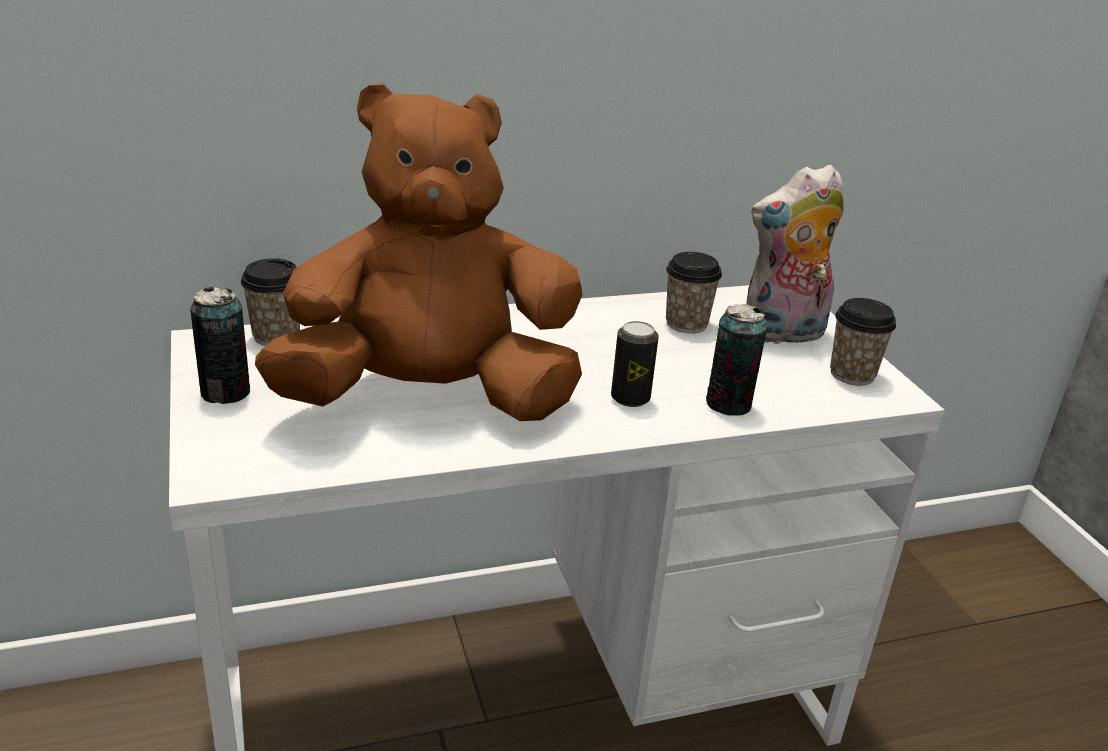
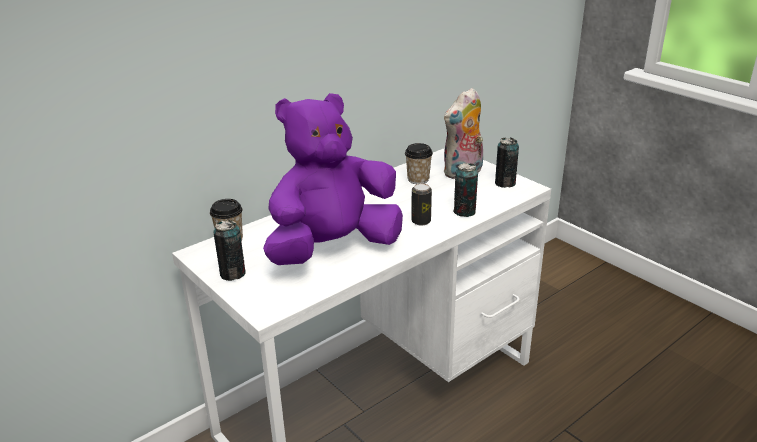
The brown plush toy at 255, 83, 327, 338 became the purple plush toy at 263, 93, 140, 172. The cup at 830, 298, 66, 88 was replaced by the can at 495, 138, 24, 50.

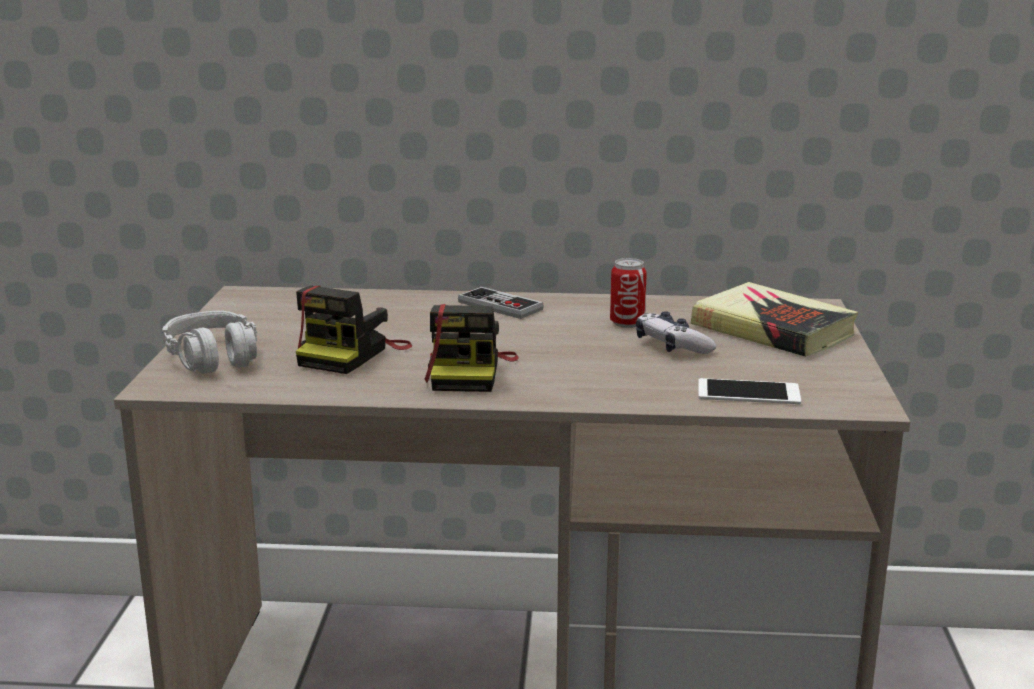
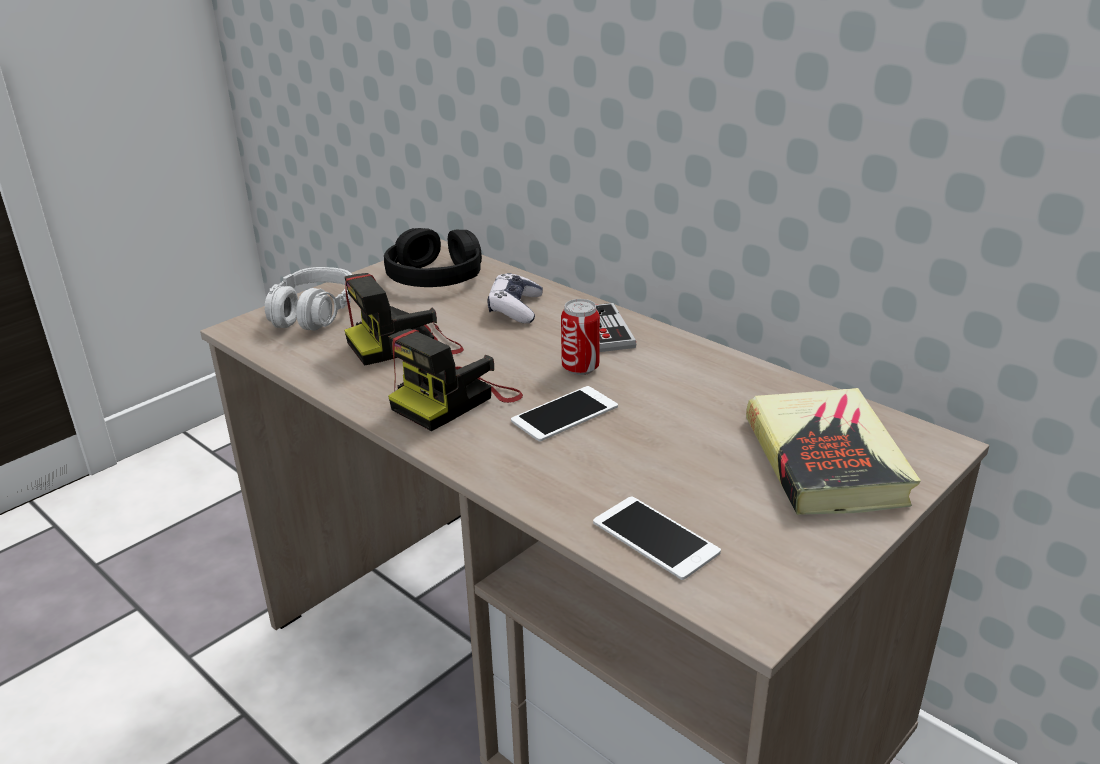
The black headphones at 384, 228, 98, 59 appeared. The game controller moved from 636, 311, 80, 43 to 487, 273, 56, 51. The phone at 511, 386, 107, 56 appeared. The can moved from 610, 258, 37, 70 to 561, 299, 39, 76.

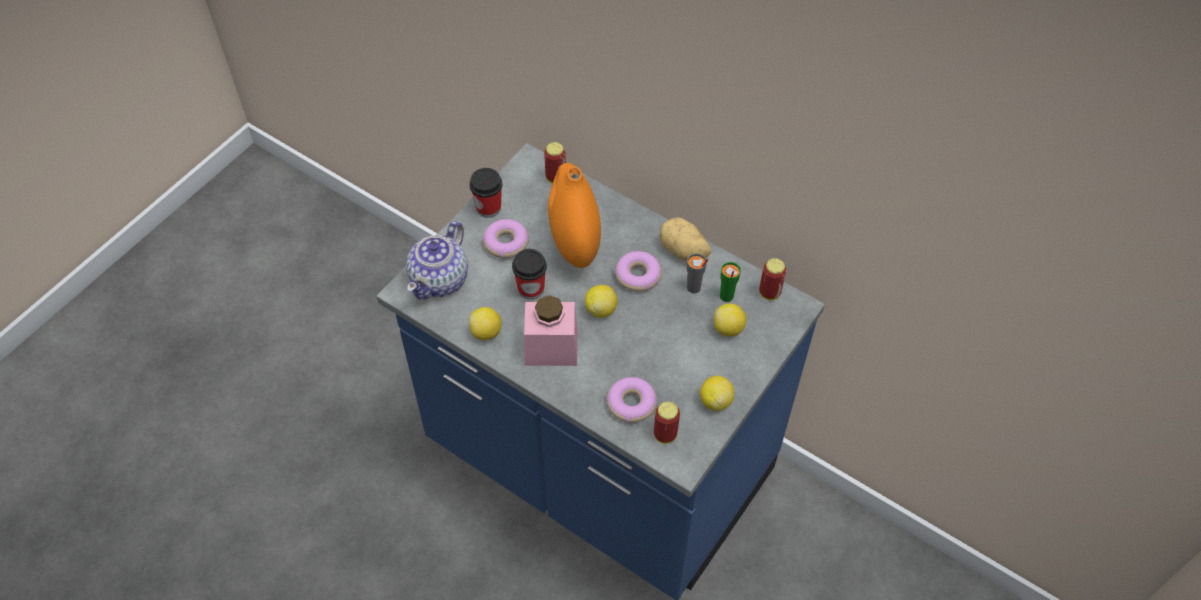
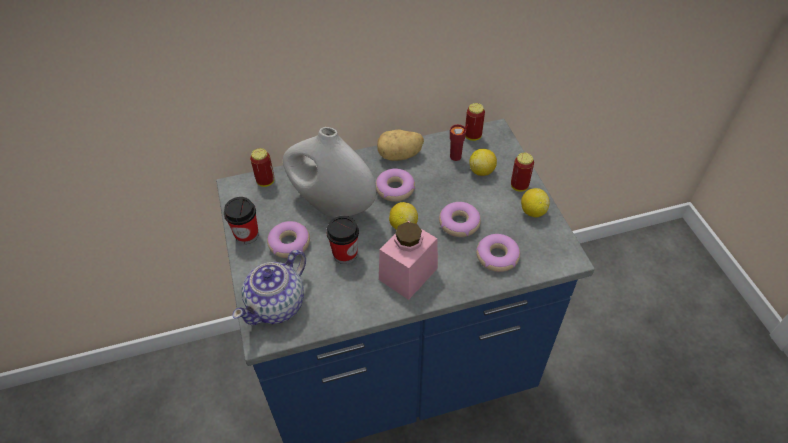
The teapot at 406, 221, 62, 79 turned 60 degrees clockwise. The orange vase at 548, 163, 53, 105 became the white vase at 283, 127, 93, 90. The donut at 439, 202, 42, 35 appeared. The green cup at 720, 262, 21, 40 became the red cup at 450, 124, 18, 37. The can moved from 654, 401, 26, 43 to 511, 152, 23, 40. The lemon at 469, 307, 33, 33 disappeared. The grey cup at 687, 253, 21, 40 disappeared.

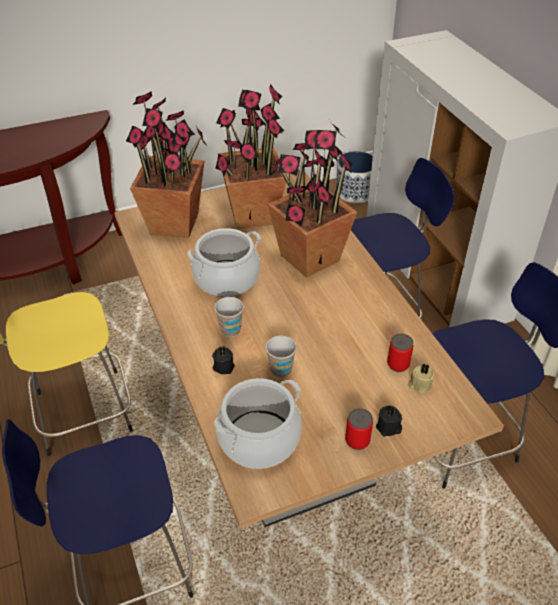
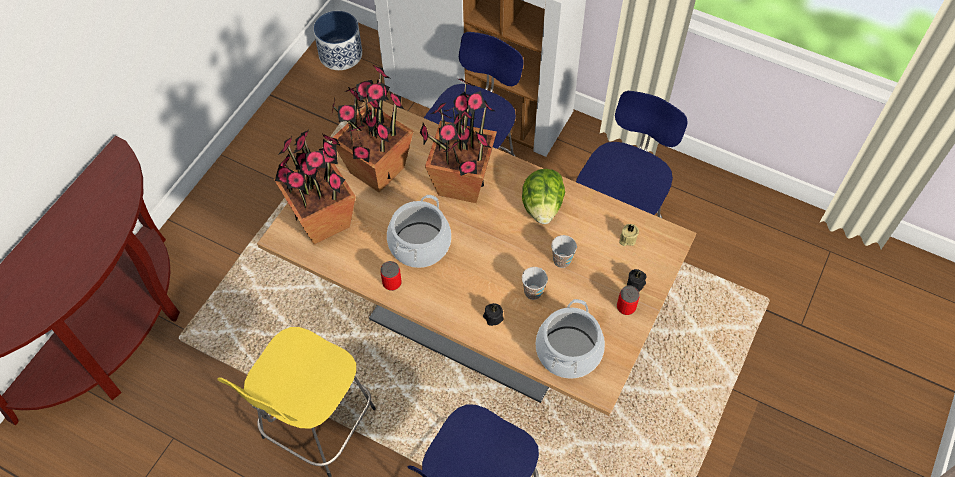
The can moved from 387, 334, 27, 38 to 380, 261, 22, 30. The lettuce at 522, 169, 43, 55 appeared. The cup moved from 214, 297, 30, 40 to 551, 235, 26, 33.

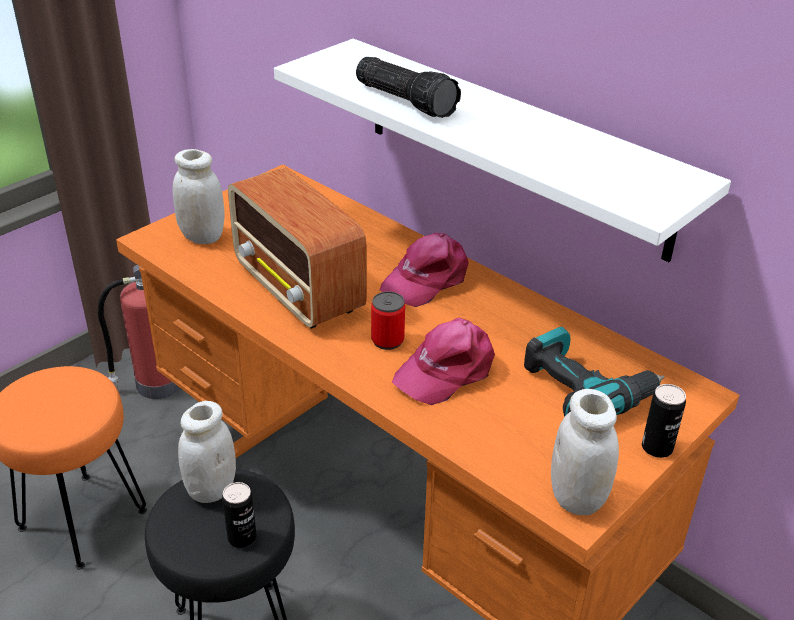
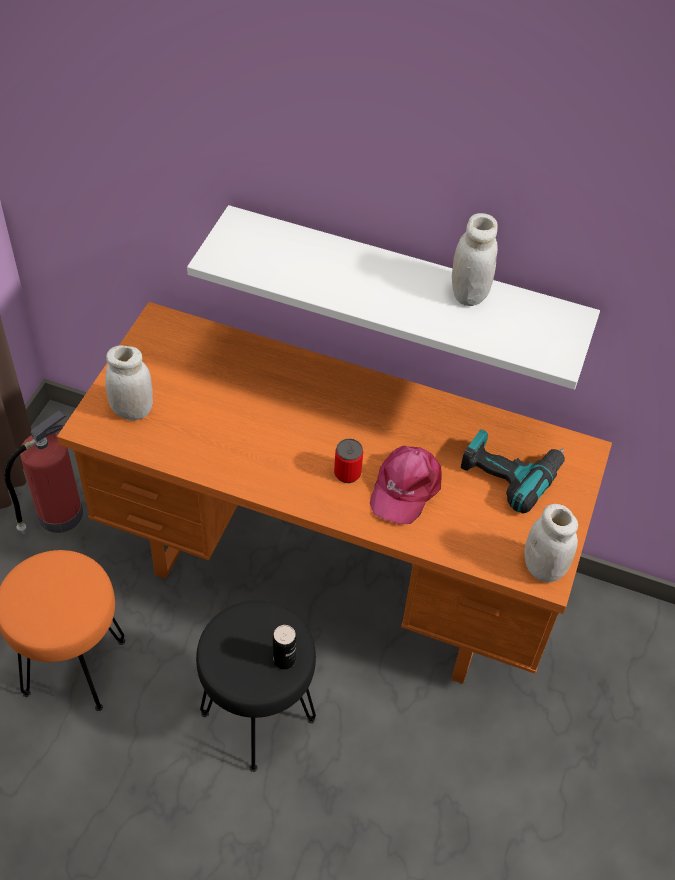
The white jar moved from 178, 401, 58, 102 to 452, 213, 46, 93. The radio at 228, 167, 139, 162 disappeared. The flashlight at 356, 57, 105, 61 disappeared. The pink cap at 380, 233, 89, 74 disappeared. The can at 642, 384, 44, 74 disappeared.

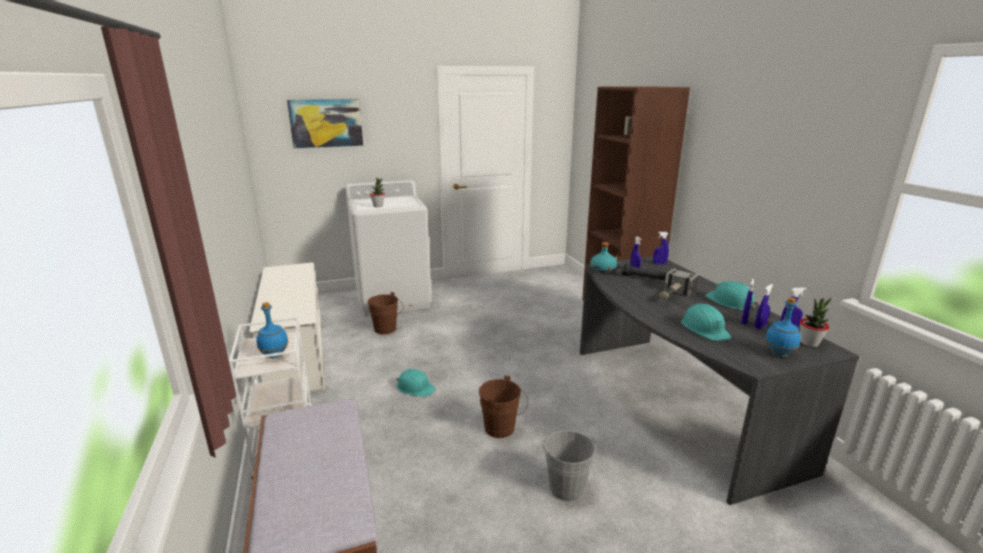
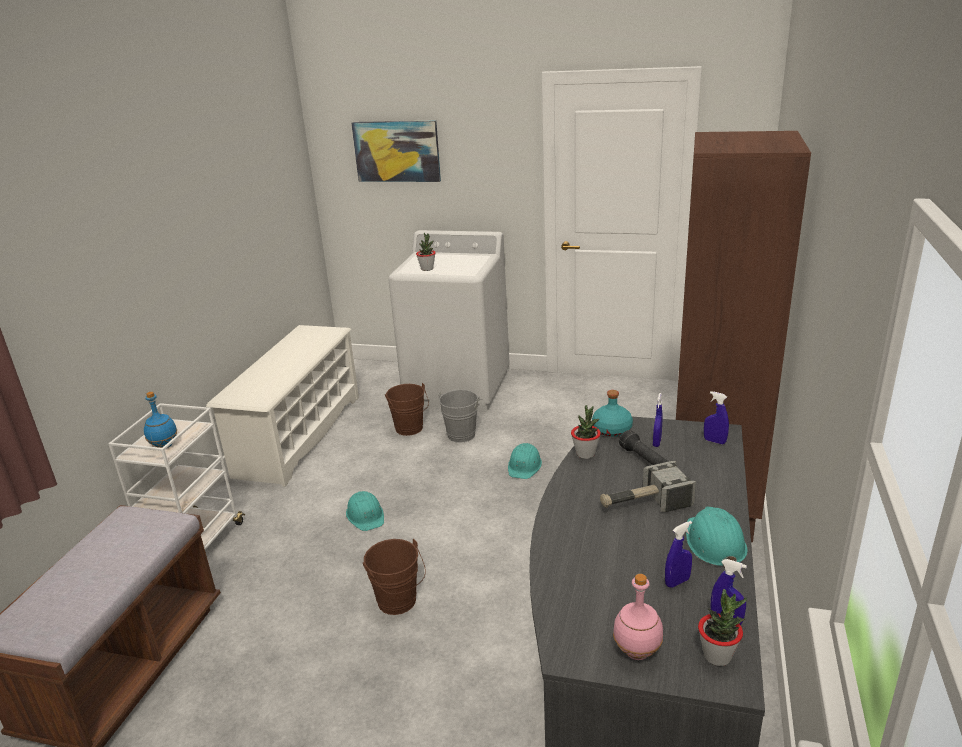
The grey bucket moved from 541, 430, 55, 71 to 438, 389, 44, 54. The turquoise hard hat moved from 681, 303, 51, 38 to 508, 443, 34, 36. The potted plant at 571, 405, 30, 54 appeared. The blue bottle at 765, 297, 36, 60 became the pink bottle at 613, 574, 50, 86. The blue spray bottle at 755, 284, 18, 45 disappeared.

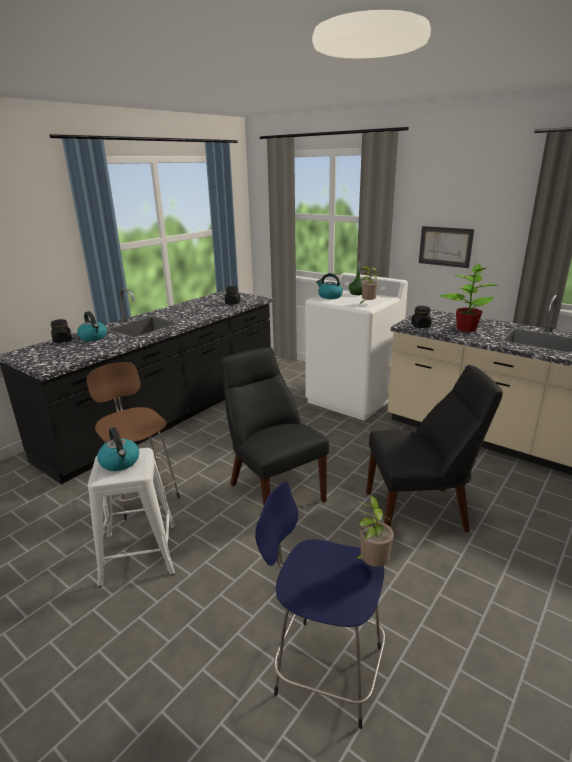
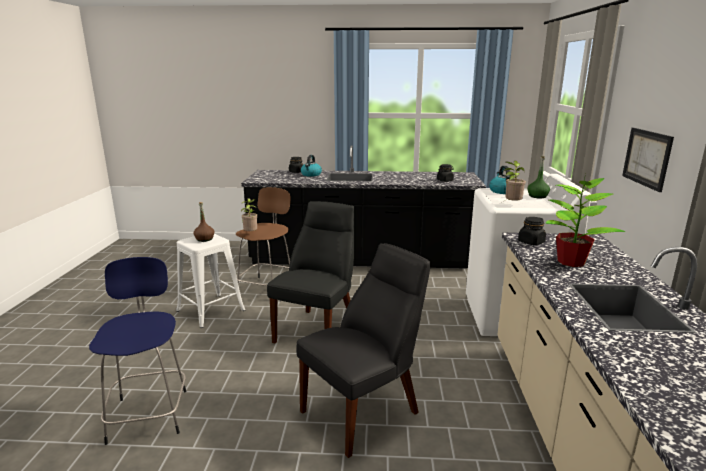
The kettle at 97, 427, 42, 44 was replaced by the brown bottle at 194, 202, 20, 40. The potted plant moved from 354, 495, 40, 72 to 241, 198, 16, 33. The black chair at 366, 365, 137, 167 turned 90 degrees counterclockwise.

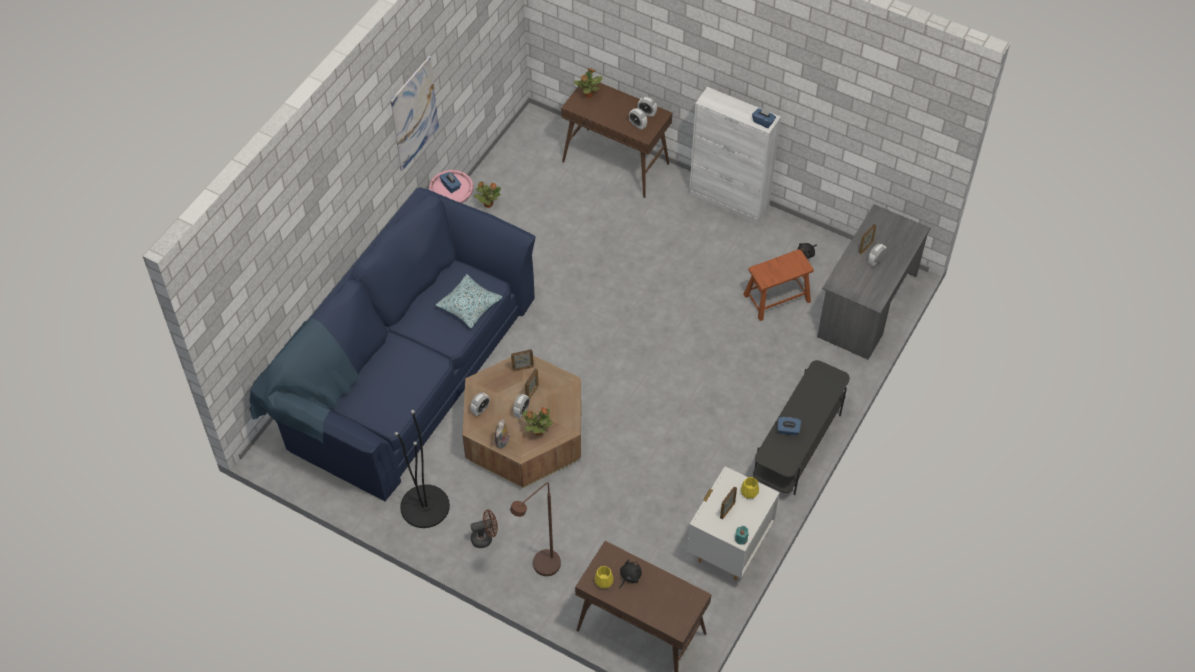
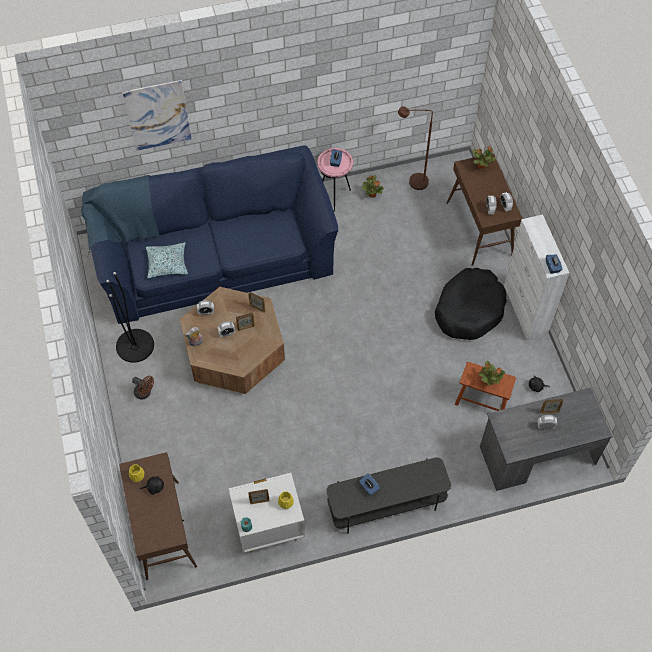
The picture moved from 391, 56, 48, 115 to 123, 80, 68, 71. The pillow moved from 436, 274, 67, 55 to 146, 242, 42, 37. The brown floor lamp moved from 510, 482, 51, 94 to 398, 106, 35, 84. The black dog bed at 435, 268, 72, 72 appeared. The potted plant moved from 523, 407, 31, 28 to 478, 361, 27, 25.

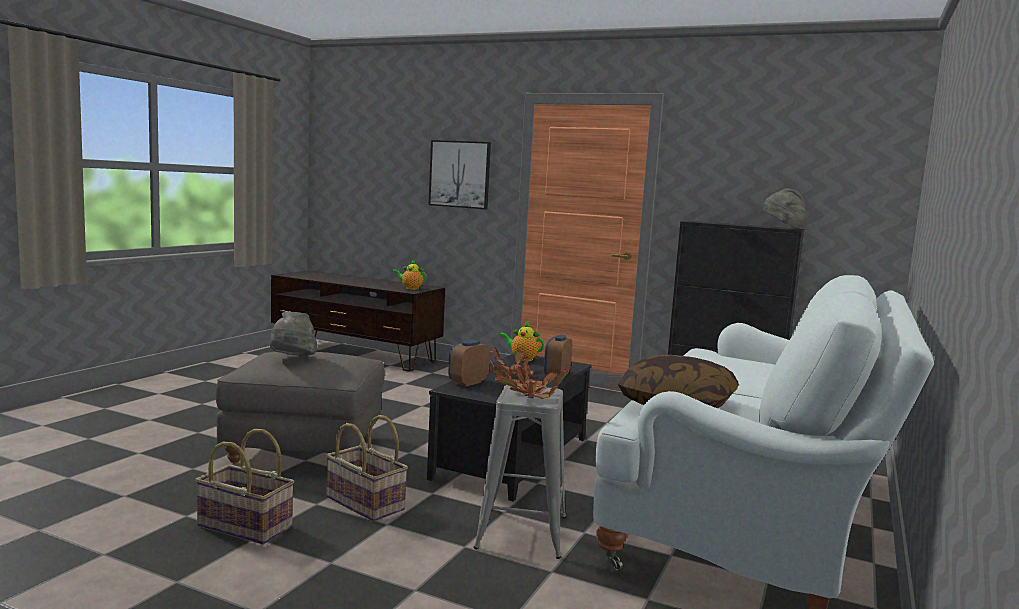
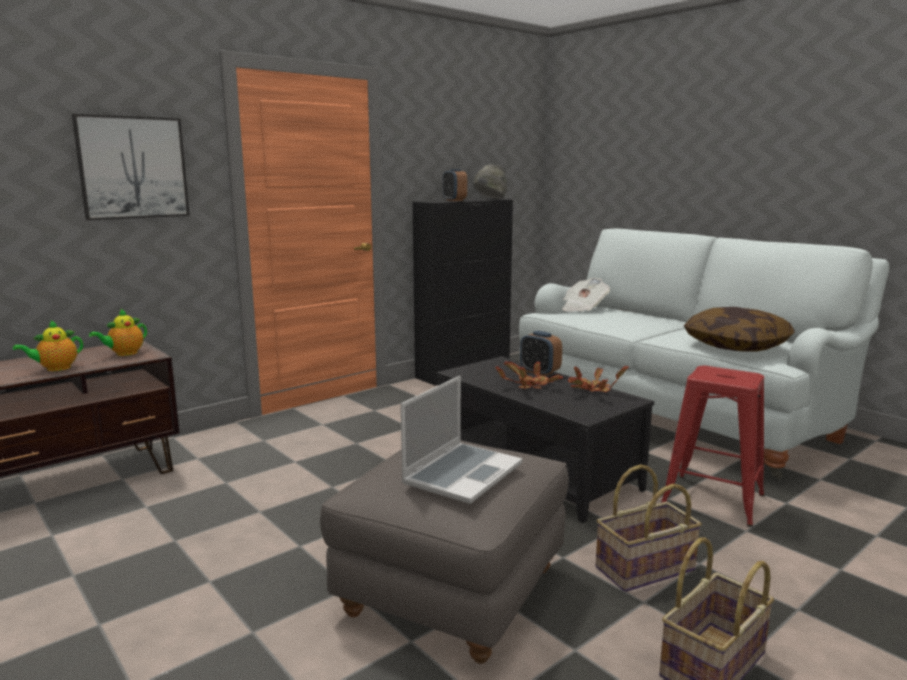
The teapot moved from 499, 321, 45, 40 to 13, 320, 70, 51. The grey hat at 270, 312, 47, 44 was replaced by the laptop at 401, 376, 122, 128. The alarm clock moved from 448, 340, 42, 47 to 443, 169, 24, 32. The newspaper at 562, 278, 48, 34 appeared. The grey stool at 473, 385, 93, 174 became the red stool at 661, 366, 103, 161. The potted plant at 495, 366, 74, 33 disappeared.

